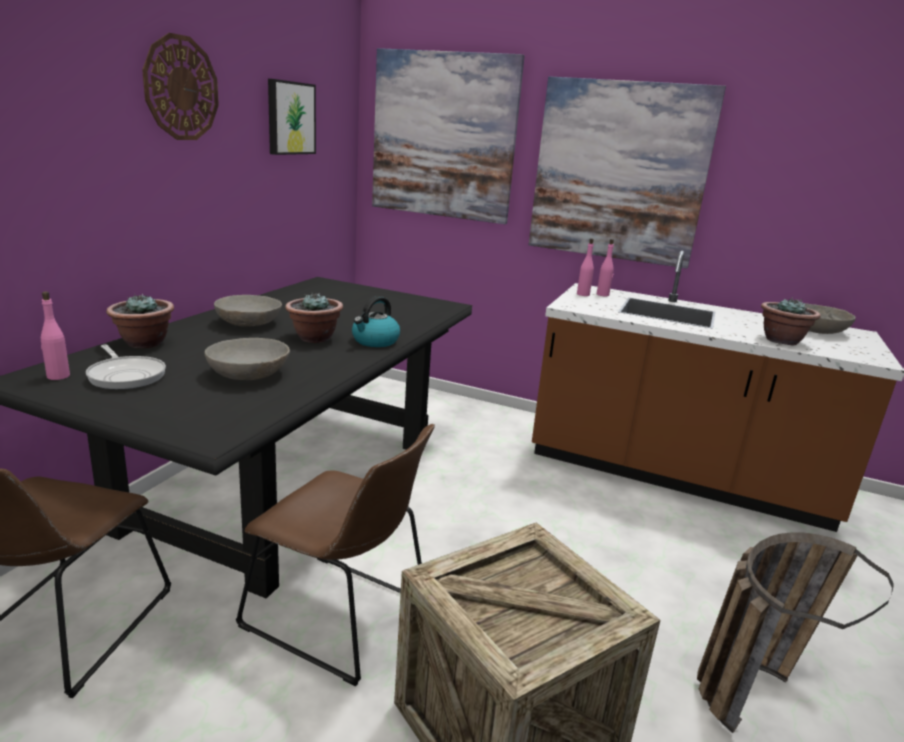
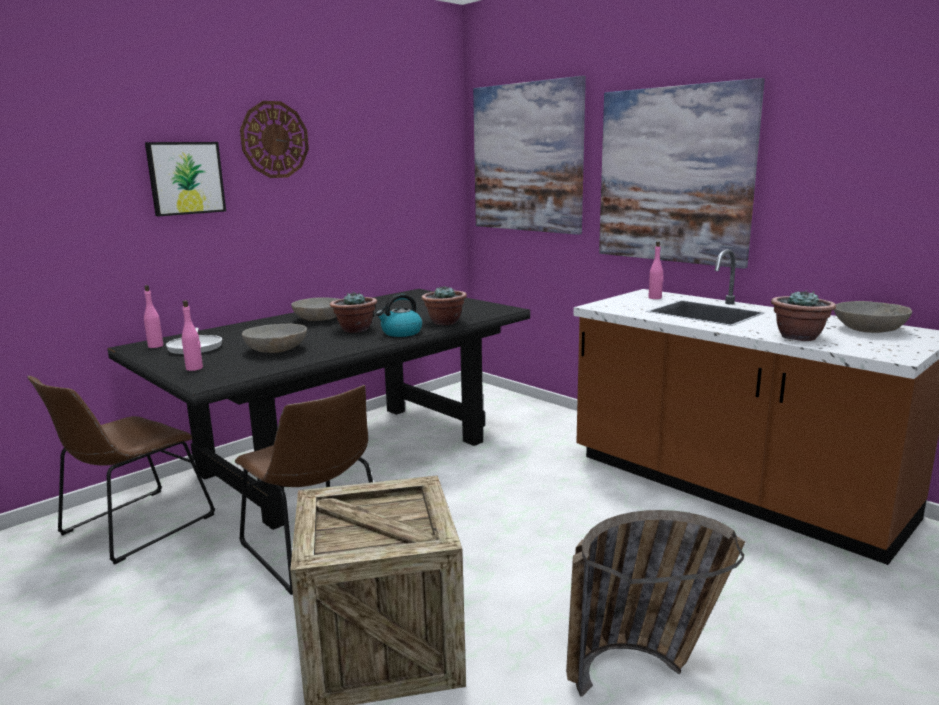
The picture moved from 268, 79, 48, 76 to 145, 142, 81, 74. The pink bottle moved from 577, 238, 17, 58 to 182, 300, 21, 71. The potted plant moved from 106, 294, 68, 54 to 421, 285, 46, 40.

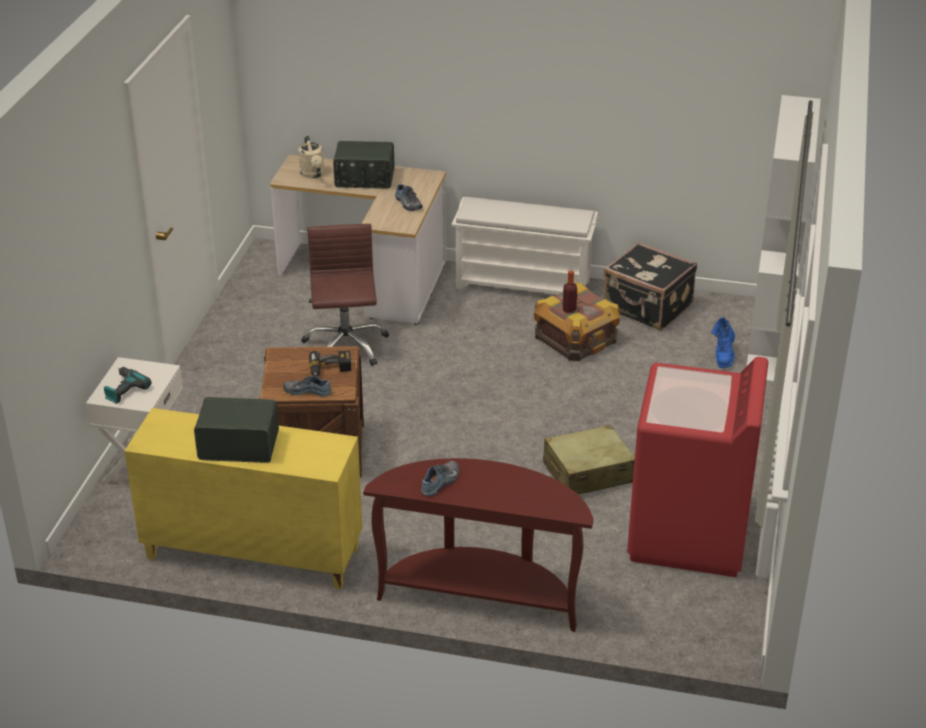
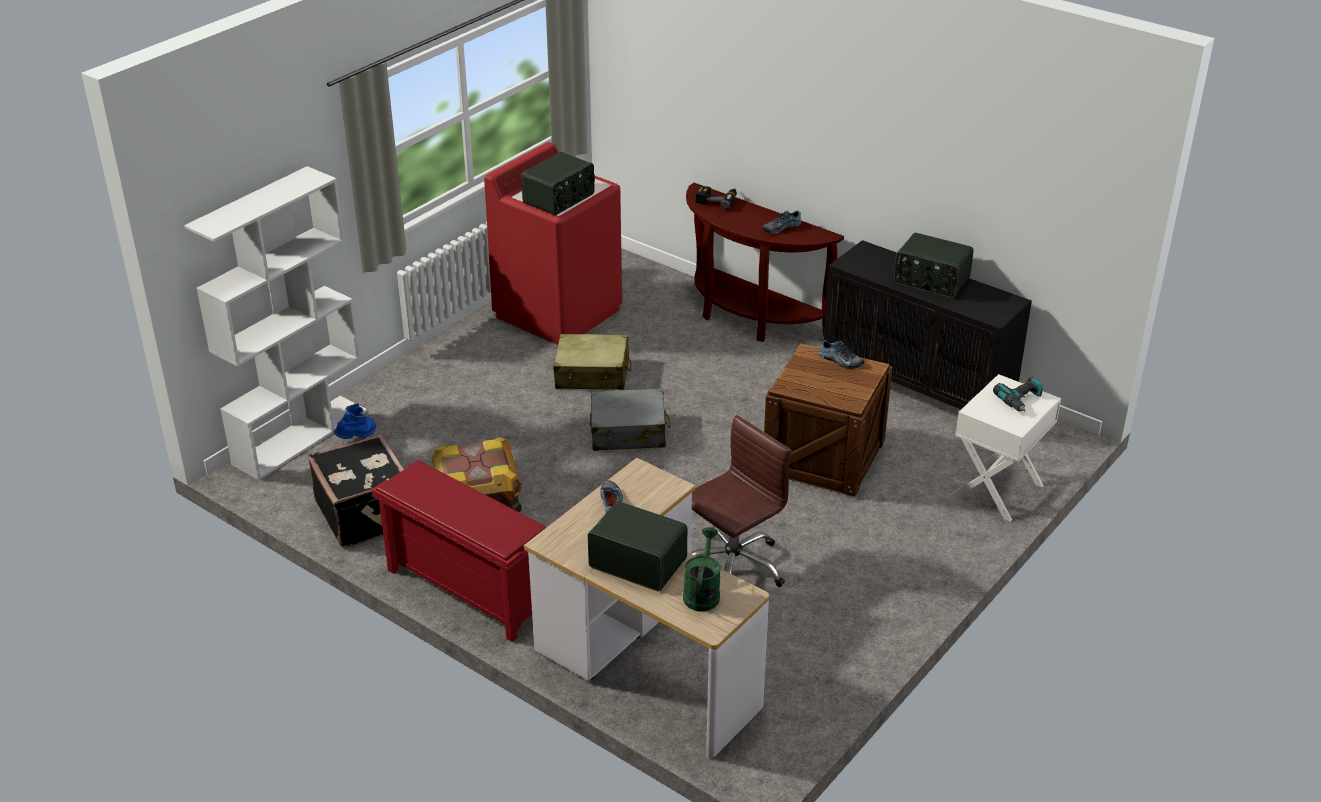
The white shoe rack at 451, 197, 147, 98 became the red shoe rack at 372, 460, 174, 182. The radio at 521, 152, 74, 63 appeared. The grey suitcase at 590, 388, 81, 63 appeared. The beige watering can at 298, 136, 27, 42 became the green watering can at 683, 527, 38, 85. The brown office chair at 301, 224, 88, 142 turned 150 degrees counterclockwise. The power drill moved from 309, 350, 42, 27 to 696, 186, 41, 23. The yellow cabinet at 124, 408, 238, 181 became the black cabinet at 823, 240, 209, 169. The bottle at 563, 271, 14, 42 disappeared.

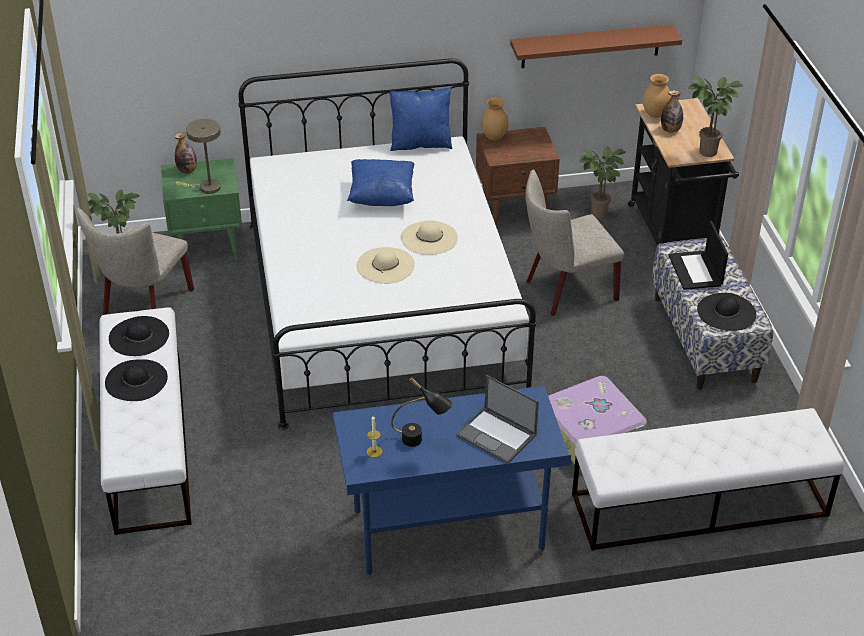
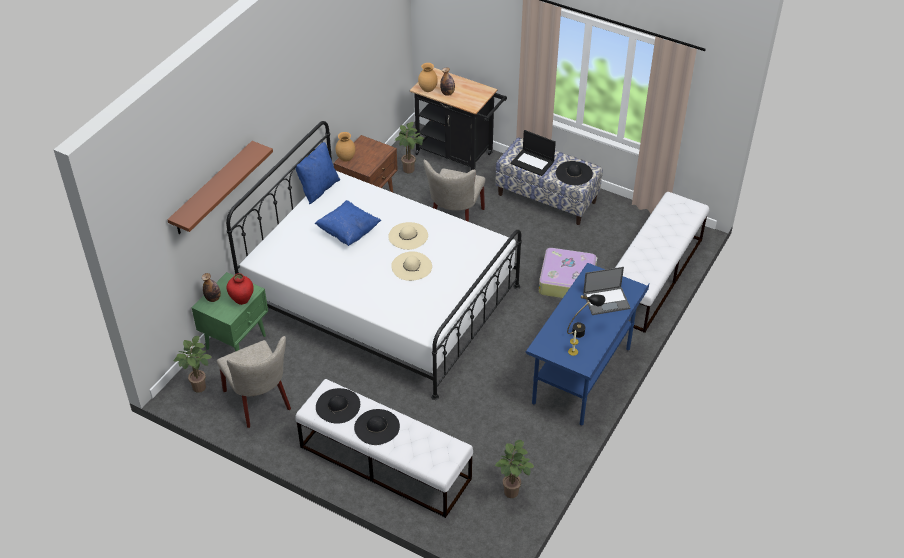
The brown shelf moved from 510, 24, 172, 44 to 167, 141, 106, 93. The beige table lamp at 175, 119, 46, 75 was replaced by the red vase at 227, 273, 27, 32. The potted plant moved from 688, 76, 56, 81 to 495, 440, 39, 58.

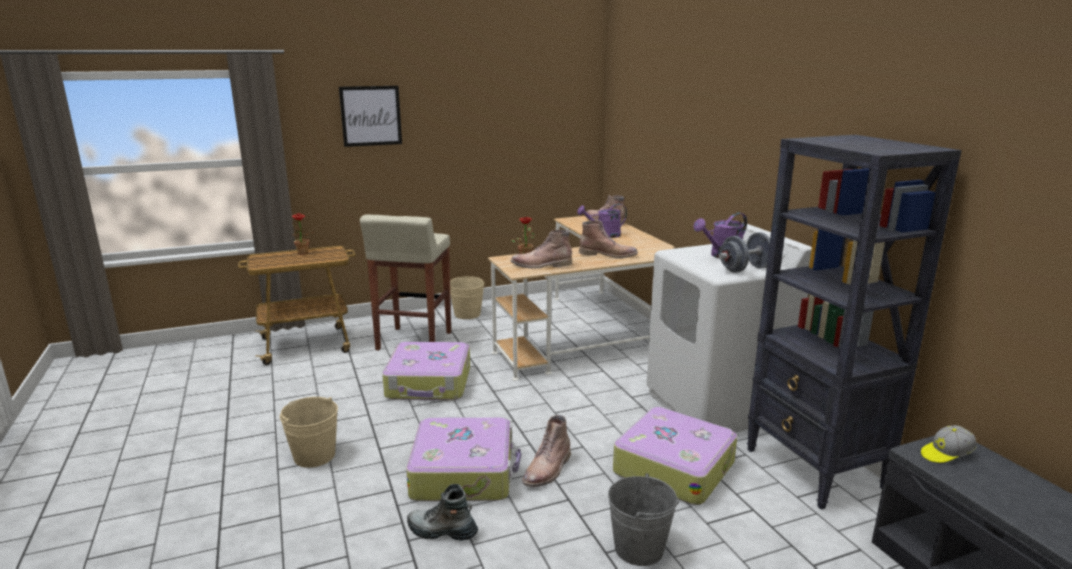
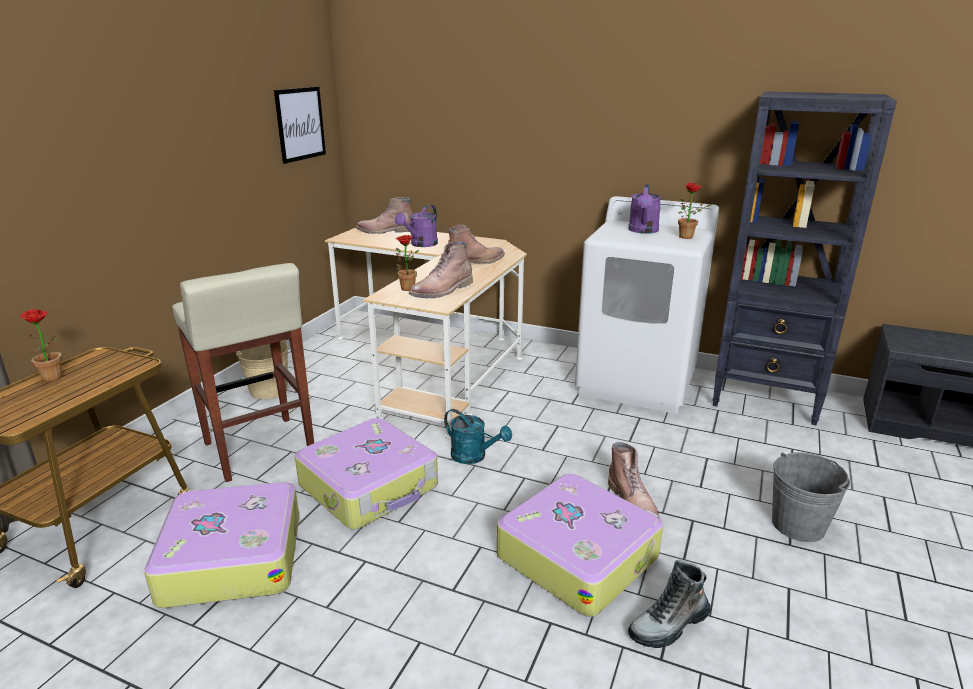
The suitcase moved from 613, 407, 124, 98 to 144, 481, 155, 127. The picture moved from 339, 86, 63, 61 to 274, 87, 52, 77. The turquoise watering can at 444, 409, 68, 55 appeared. The grey dumbbell at 719, 232, 51, 41 was replaced by the potted plant at 678, 183, 35, 56. The beige bucket at 280, 397, 58, 71 disappeared. The cap at 921, 425, 56, 38 disappeared.

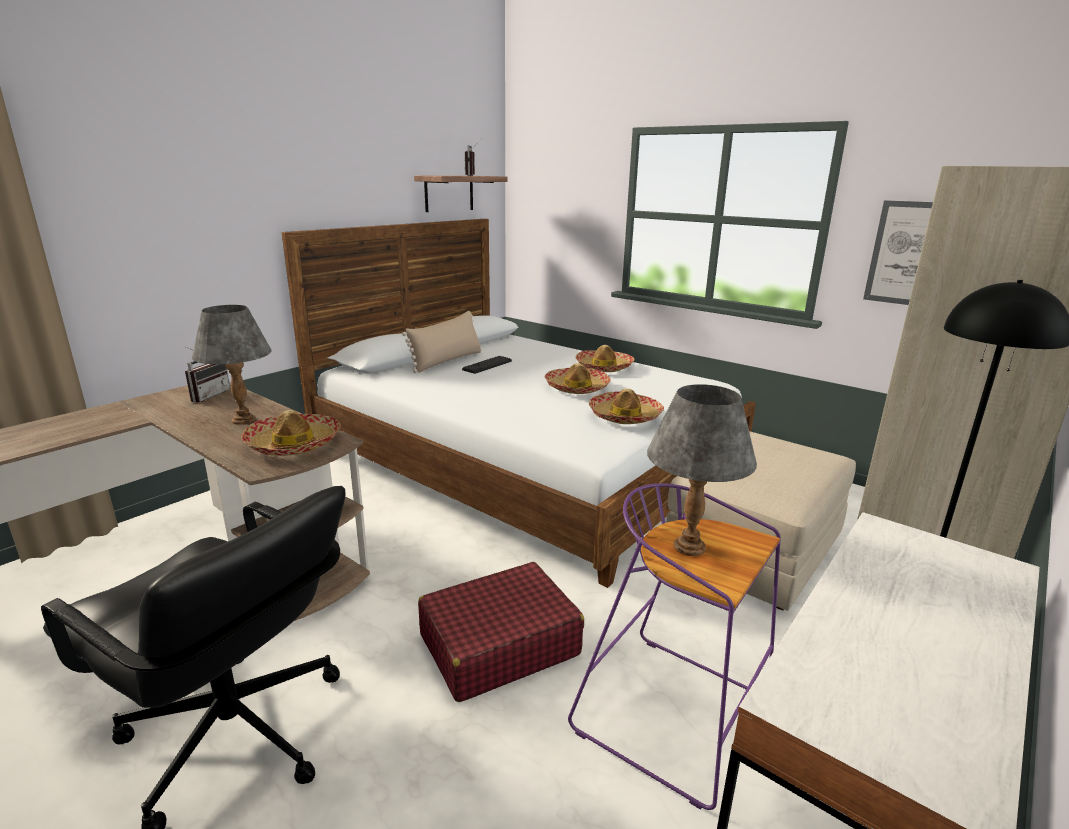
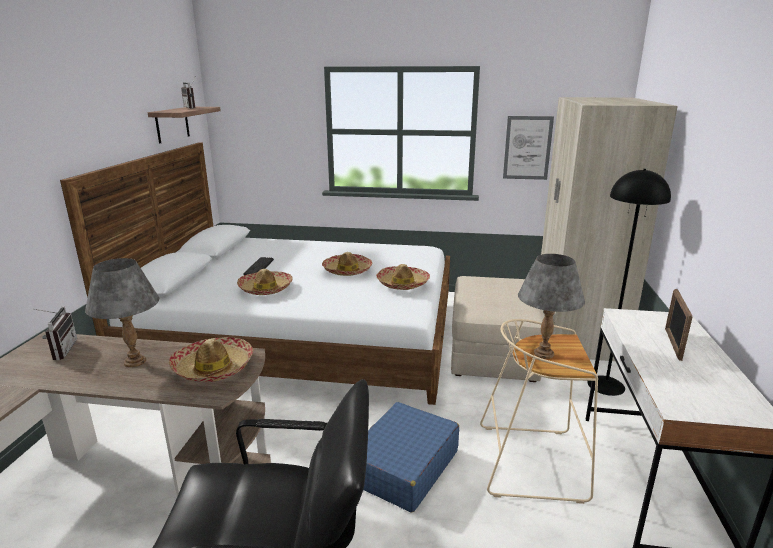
The hat moved from 576, 345, 59, 27 to 237, 269, 56, 26. The red suitcase at 418, 562, 166, 140 became the blue suitcase at 363, 402, 96, 111. The purple stool at 568, 483, 213, 327 became the beige stool at 480, 319, 118, 185. The picture frame at 665, 289, 28, 72 appeared. The beige pillow at 402, 311, 80, 62 disappeared.

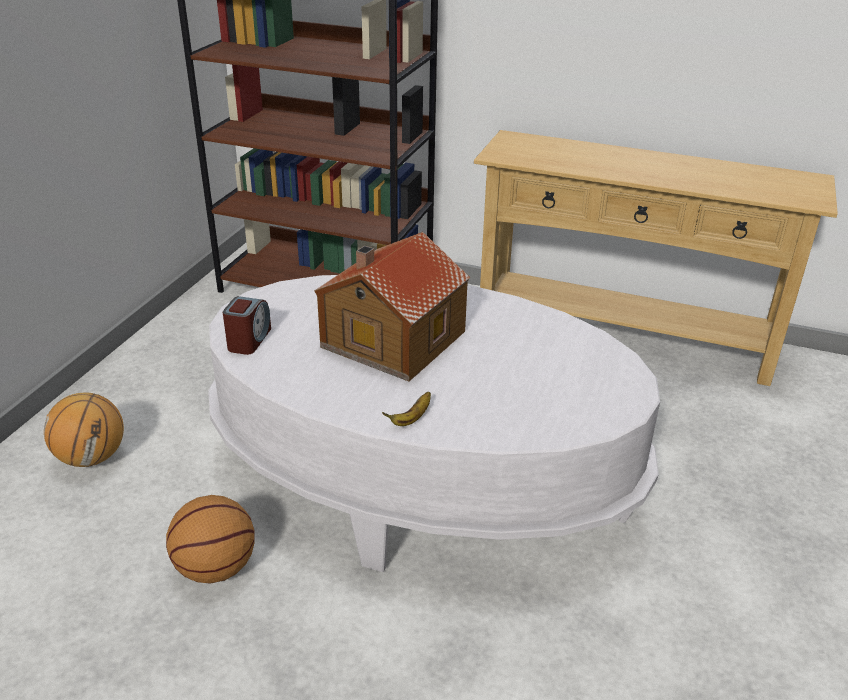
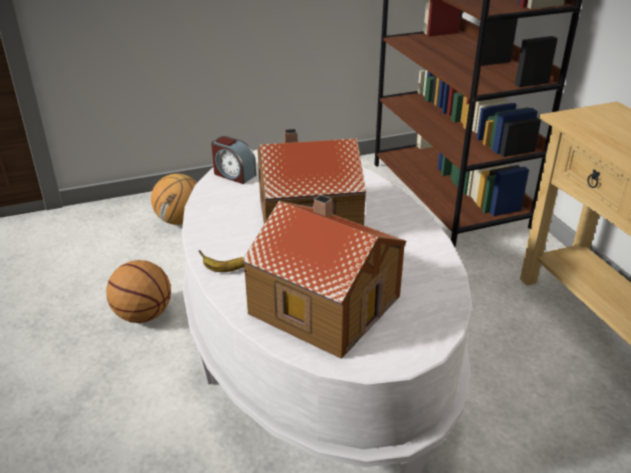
The alarm clock at 223, 296, 48, 59 turned 60 degrees clockwise. The toy house at 242, 195, 164, 164 appeared.

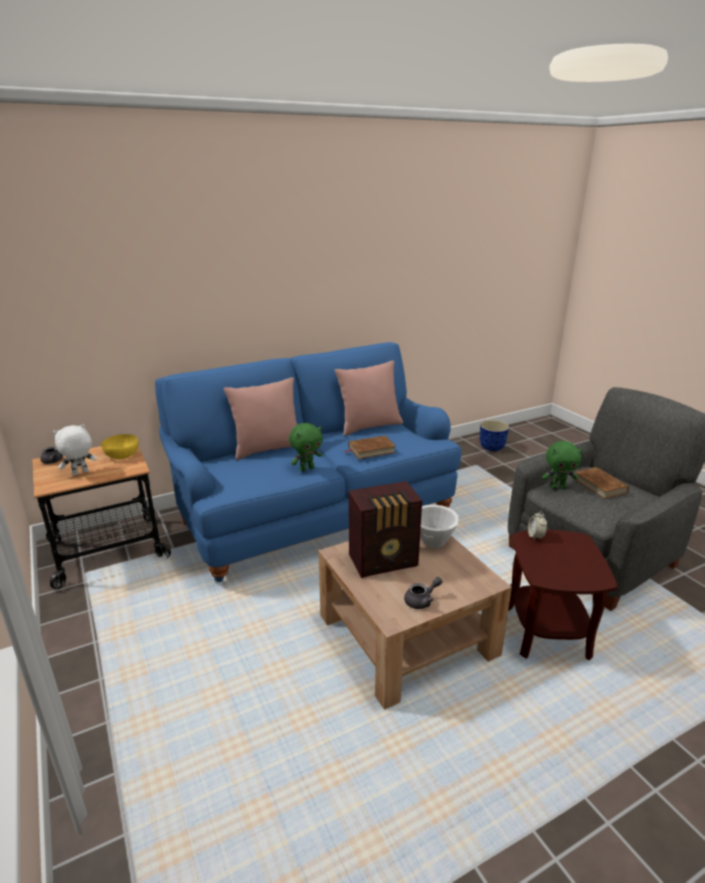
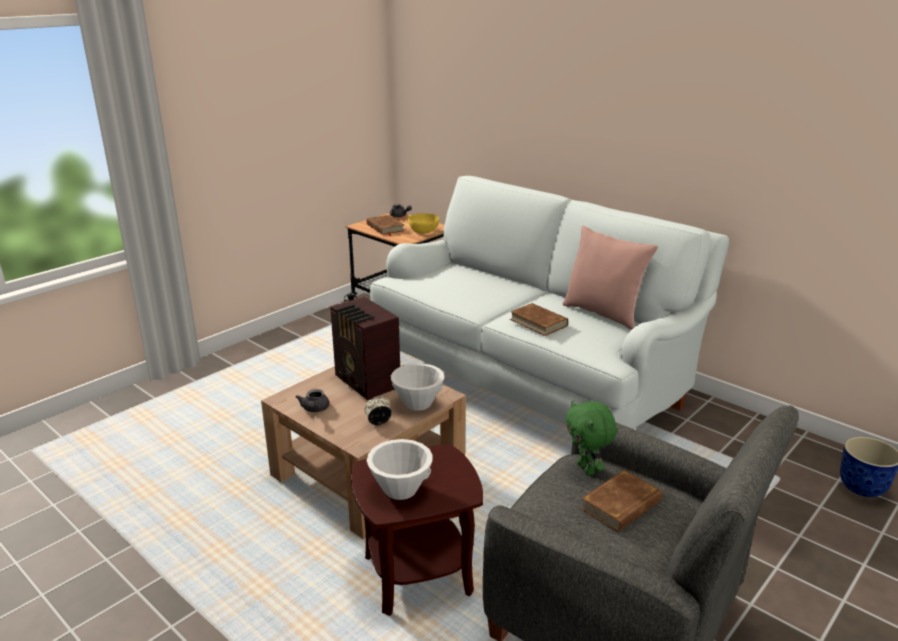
The grey teapot at 404, 577, 38, 32 turned 45 degrees clockwise. The alarm clock moved from 528, 511, 19, 29 to 365, 396, 27, 29. The white plush toy at 53, 424, 44, 52 was replaced by the brown book at 367, 215, 37, 21. The white bowl at 367, 439, 66, 61 appeared. The blue sofa at 155, 342, 306, 240 became the white sofa at 370, 176, 359, 253. The pink pillow at 224, 377, 73, 83 disappeared. The green plush toy at 289, 423, 34, 49 disappeared.

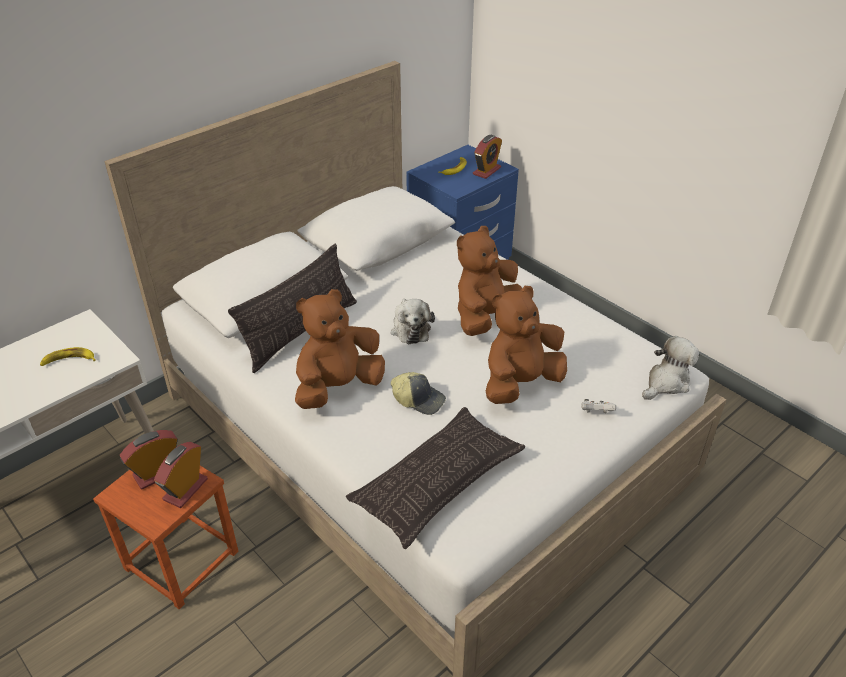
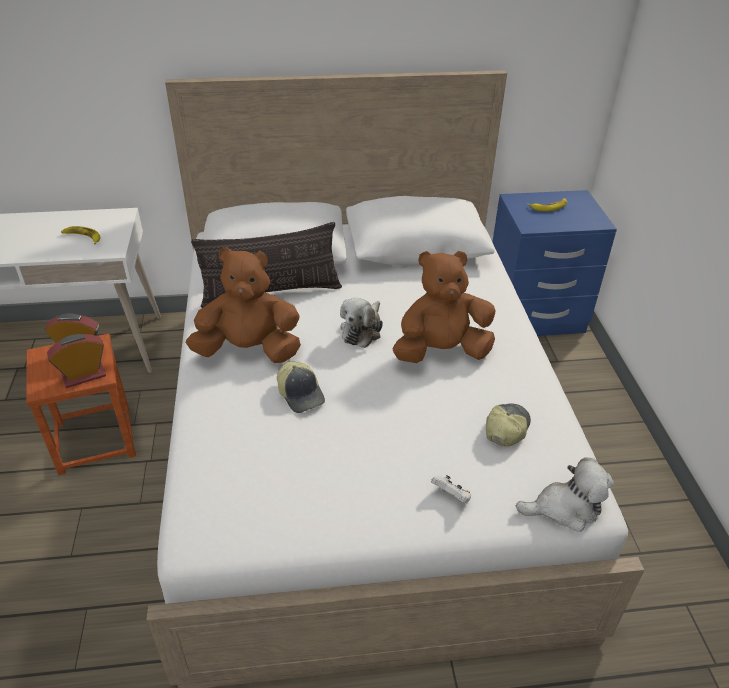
The cap at 486, 403, 45, 44 appeared. The pillow at 346, 407, 179, 142 disappeared. The alarm clock at 473, 135, 29, 44 disappeared. The brown plush toy at 486, 286, 81, 118 disappeared.

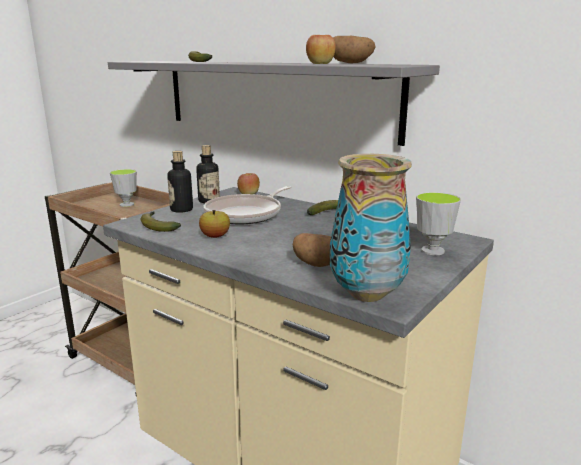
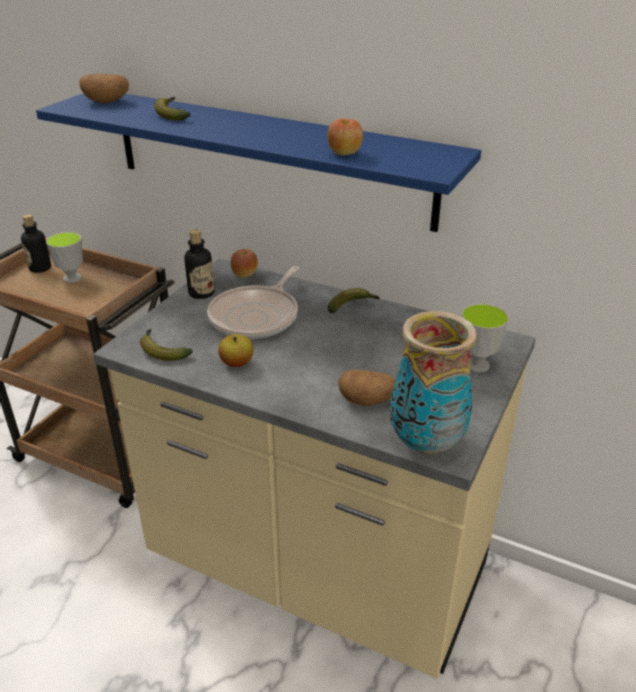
The bottle moved from 167, 151, 26, 62 to 21, 214, 30, 59. The grey shelf at 108, 61, 332, 85 became the blue shelf at 36, 93, 445, 139. The potato moved from 333, 36, 43, 27 to 79, 74, 50, 29.

